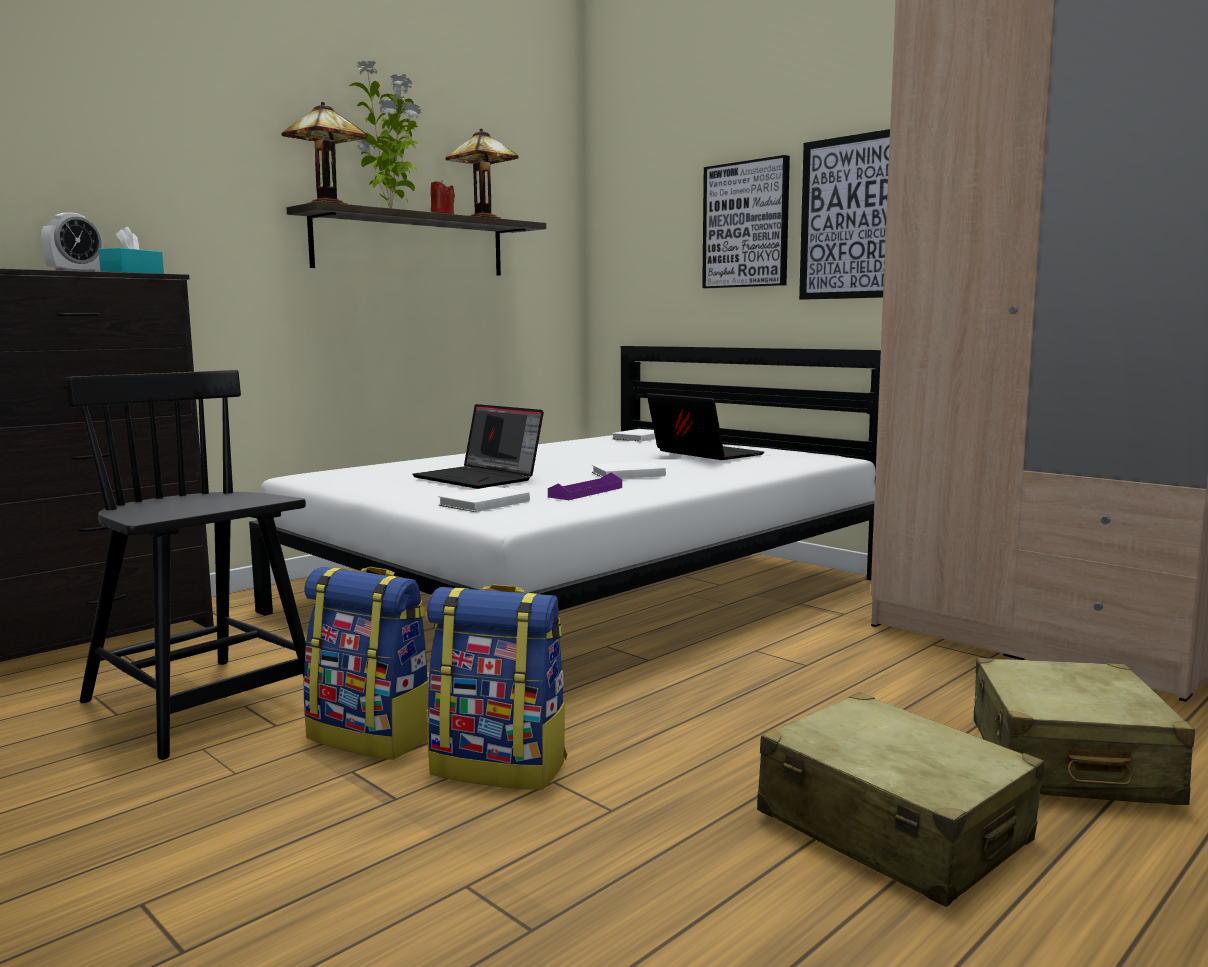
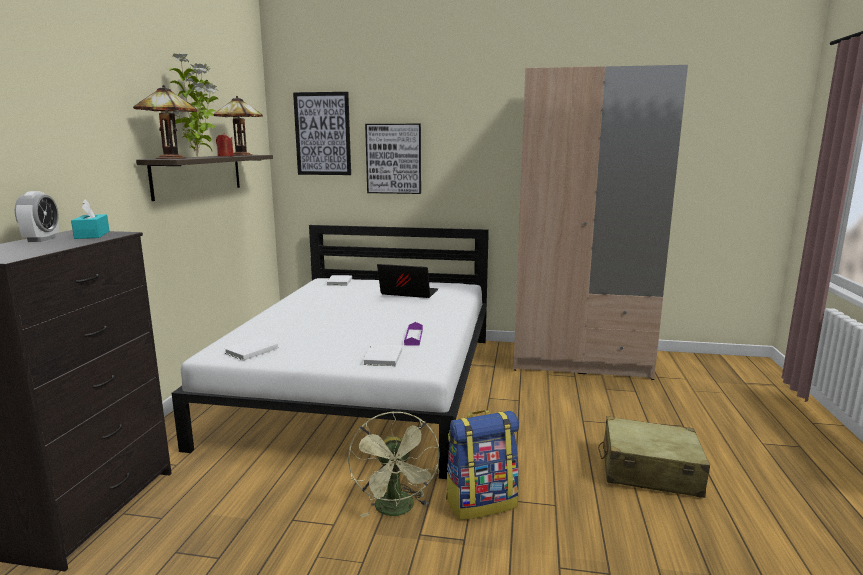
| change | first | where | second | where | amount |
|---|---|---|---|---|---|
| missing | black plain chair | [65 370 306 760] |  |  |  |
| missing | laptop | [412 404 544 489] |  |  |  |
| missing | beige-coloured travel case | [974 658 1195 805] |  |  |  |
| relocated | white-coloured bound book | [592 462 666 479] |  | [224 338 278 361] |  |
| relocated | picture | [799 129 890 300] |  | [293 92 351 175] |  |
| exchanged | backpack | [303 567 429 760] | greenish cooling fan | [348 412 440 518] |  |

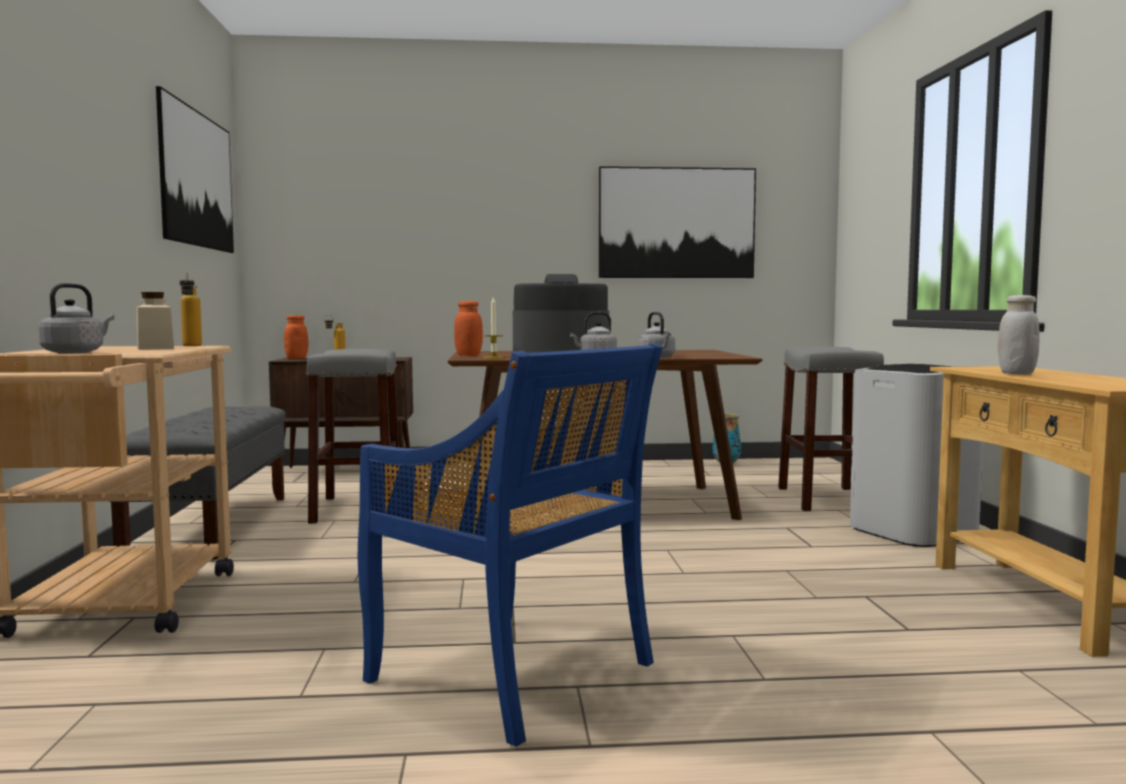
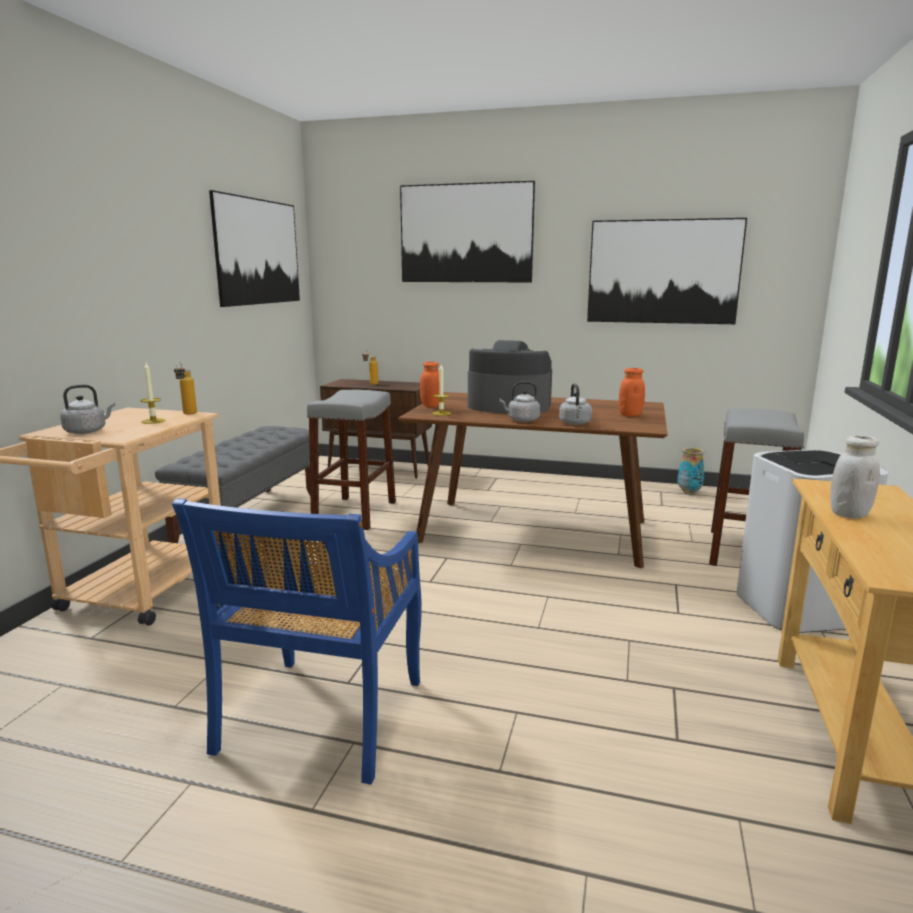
| change | first | where | second | where | amount |
|---|---|---|---|---|---|
| appeared |  |  | picture | [400 181 535 282] |  |
| relocated | orange-coloured preserve jar | [284 315 308 359] |  | [619 368 645 417] |  |
| exchanged | beige-coloured preserve jar | [137 292 174 350] | wax light | [140 363 165 424] |  |
| spun | blue plain chair | [358 343 663 747] |  | [172 498 422 785] | 45 degrees clockwise |

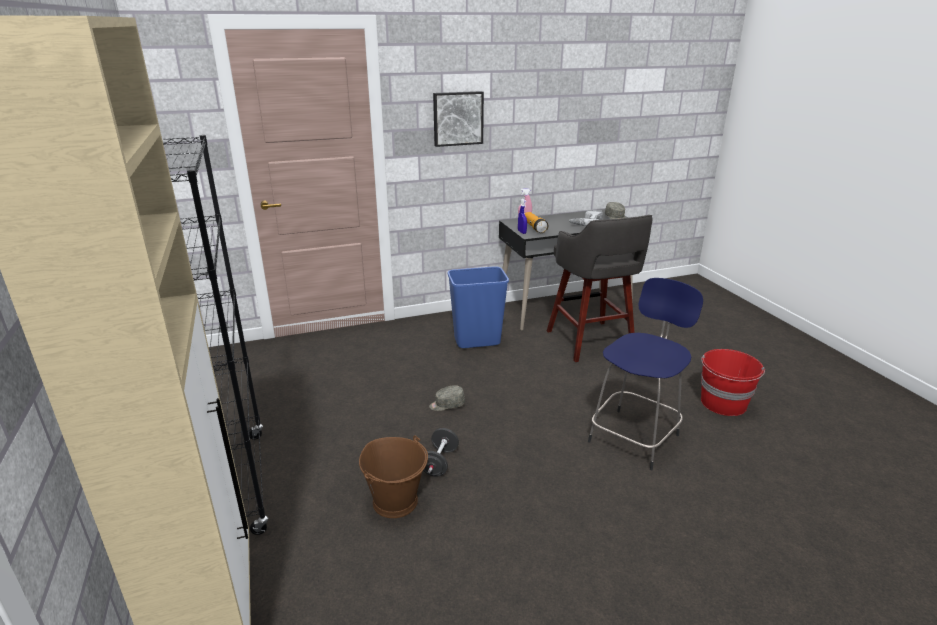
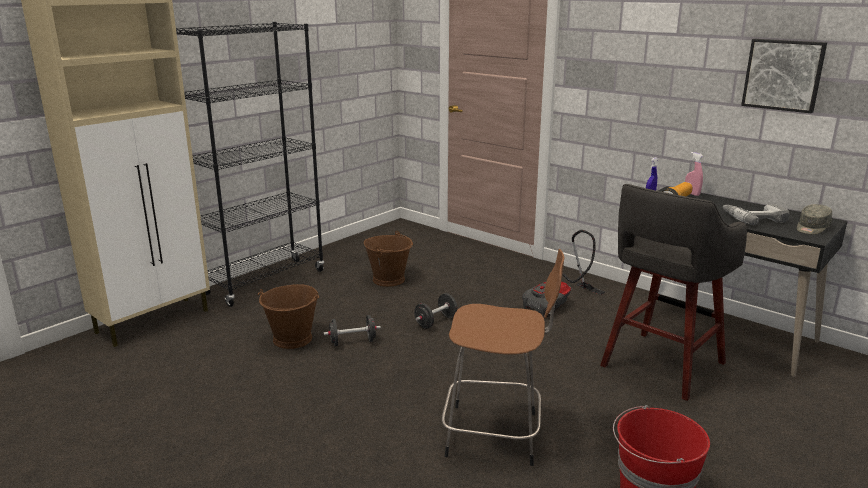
| change | first | where | second | where | amount |
|---|---|---|---|---|---|
| appeared |  |  | brown-coloured pail | [364 231 413 287] |  |
| relocated | picture | [433 91 484 147] |  | [741 39 827 113] |  |
| exchanged | greyish baseball cap | [429 385 465 411] | black hand weight | [414 293 458 329] |  |
| exchanged | blue trash can | [448 266 509 348] | hoover | [522 230 605 317] |  |
| colour | blue stool seat | [588 278 703 470] | brown-coloured stool seat | [442 249 564 466] |  |

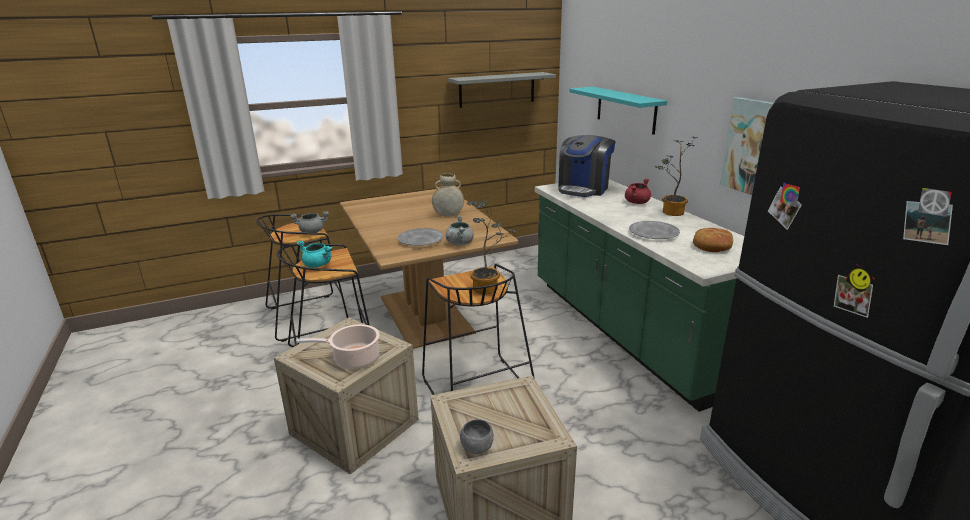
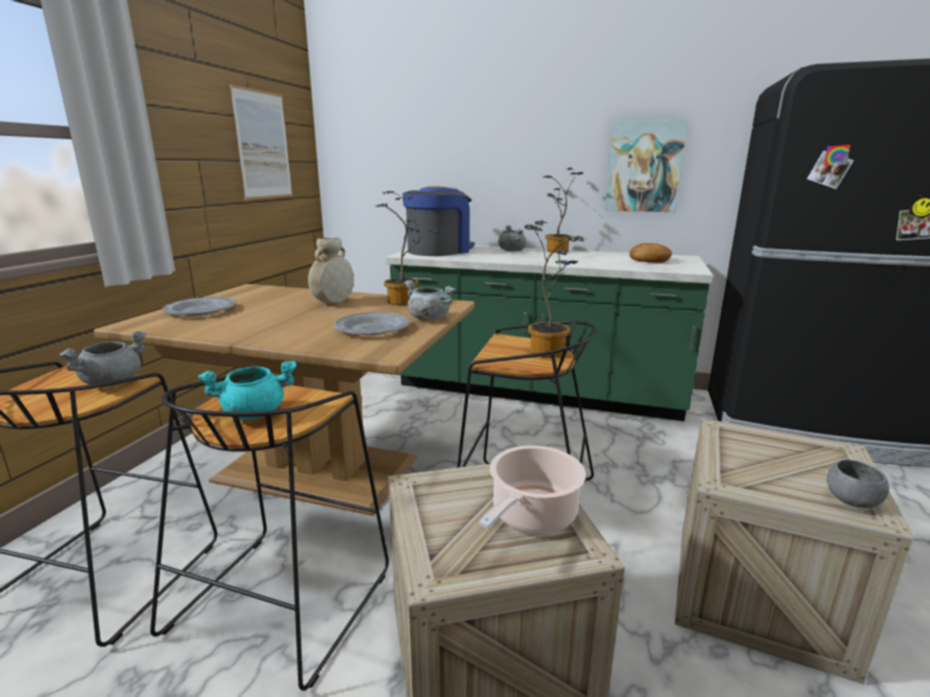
| change | first | where | second | where | amount |
|---|---|---|---|---|---|
| missing | blue-green shelf | [569 87 667 135] |  |  |  |
| appeared |  |  | houseplant | [375 191 440 305] |  |
| relocated | greyish dinner plate | [629 221 680 239] |  | [162 297 236 316] |  |
| exchanged | greyish shelf | [448 72 556 108] | picture | [230 84 293 200] |  |
| colour | reddish saucepot | [625 178 651 204] | greyish saucepot | [498 225 527 251] |  |
| spun | coffee brewer | [558 135 615 197] |  | [402 186 475 256] | 120 degrees counterclockwise |

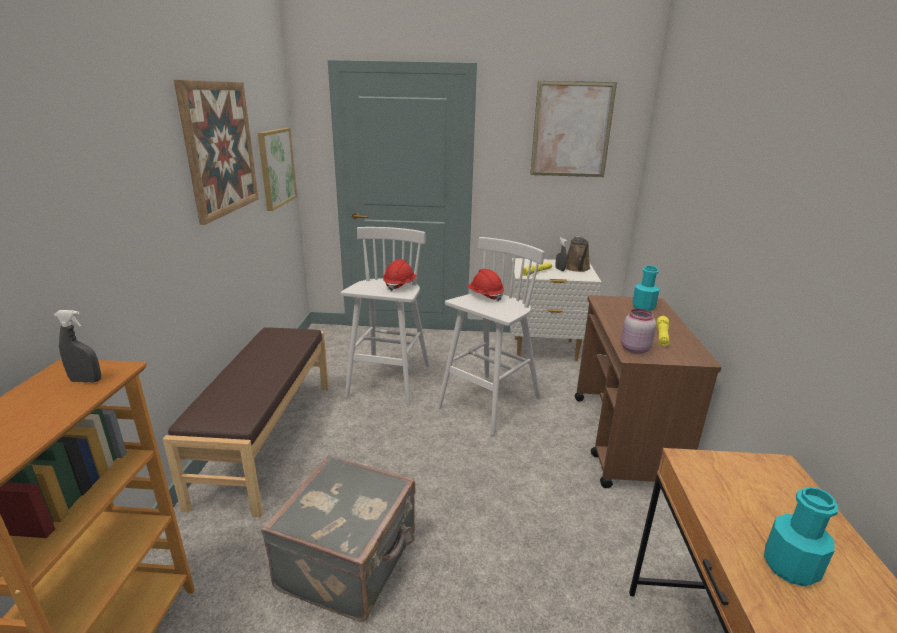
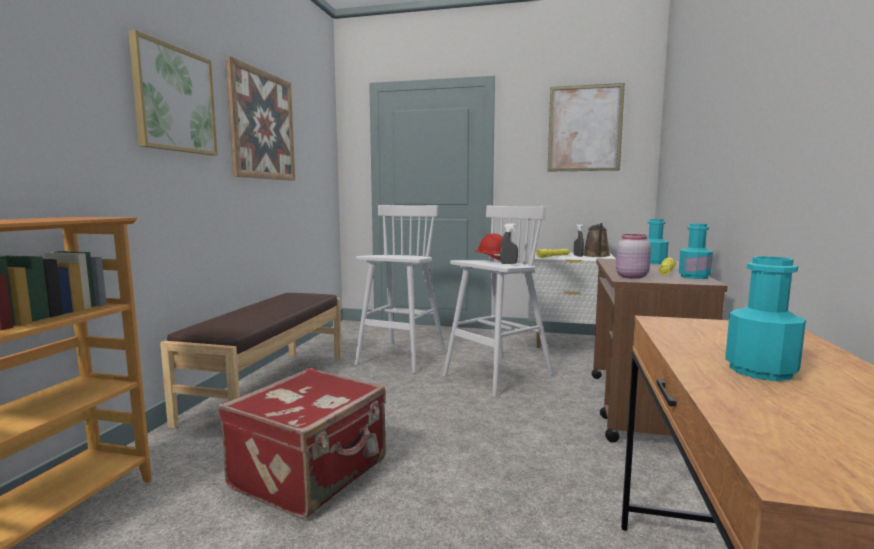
| change | first | where | second | where | amount |
|---|---|---|---|---|---|
| missing | reddish work helmet | [383 259 417 291] |  |  |  |
| appeared |  |  | blue-green bottle | [679 224 713 279] |  |
| relocated | greyish spray bottle | [54 310 101 383] |  | [500 224 518 264] |  |
| relocated | picture | [258 128 297 211] |  | [128 30 218 155] |  |
| colour | greyish travel case | [261 455 415 622] | reddish travel case | [218 368 386 519] |  |

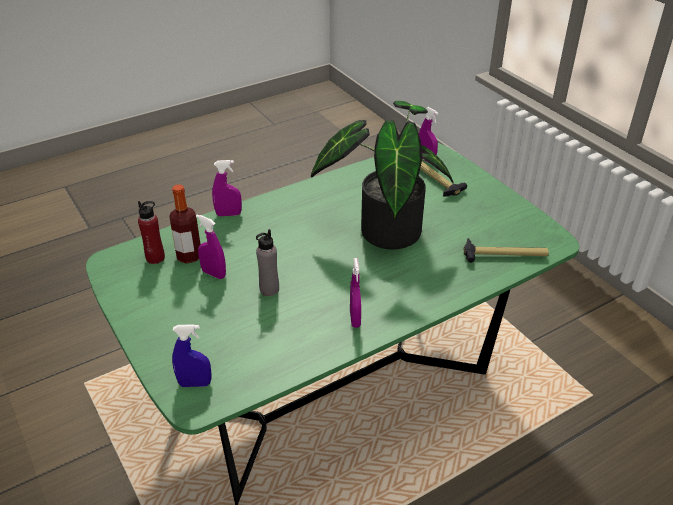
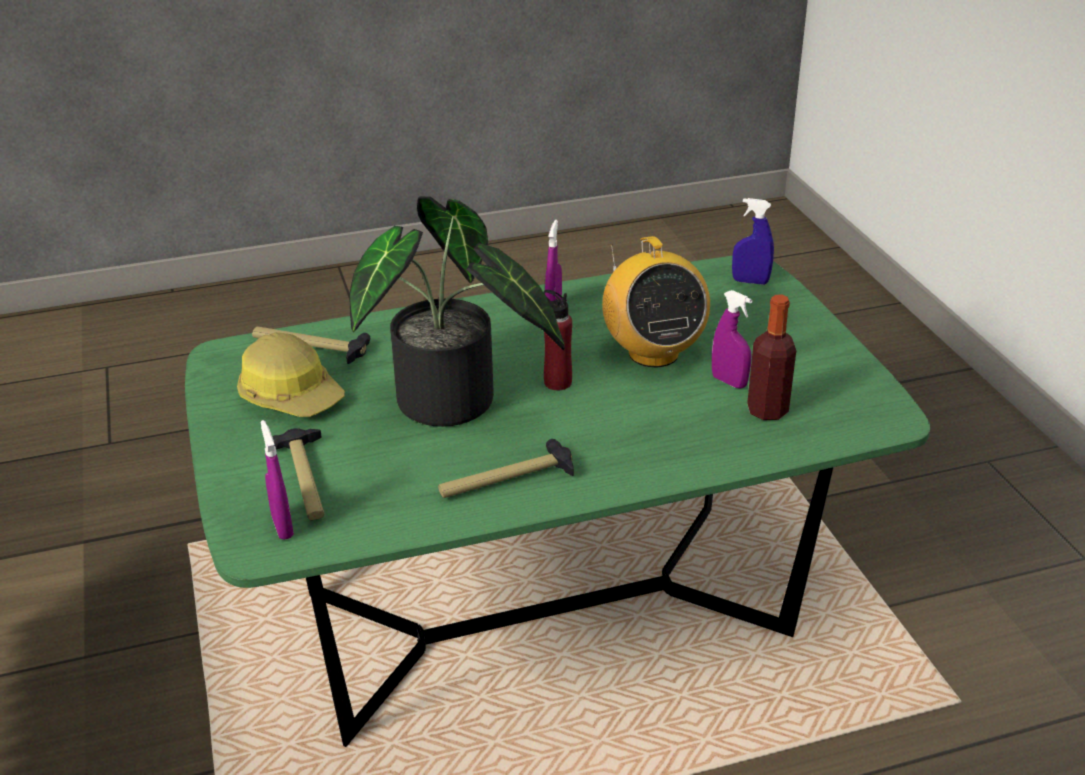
| change | first | where | second | where | amount |
|---|---|---|---|---|---|
| missing | purple-coloured spray bottle | [212 160 242 216] |  |  |  |
| appeared |  |  | work helmet | [237 332 345 417] |  |
| appeared |  |  | tool hammer | [438 439 574 498] |  |
| relocated | reddish bottle | [138 201 165 264] |  | [543 290 572 390] |  |
| exchanged | greyish bottle | [256 229 279 296] | radio | [602 236 710 367] |  |

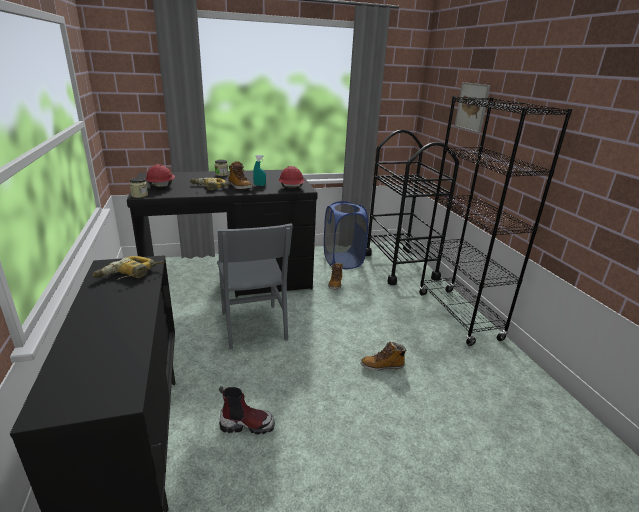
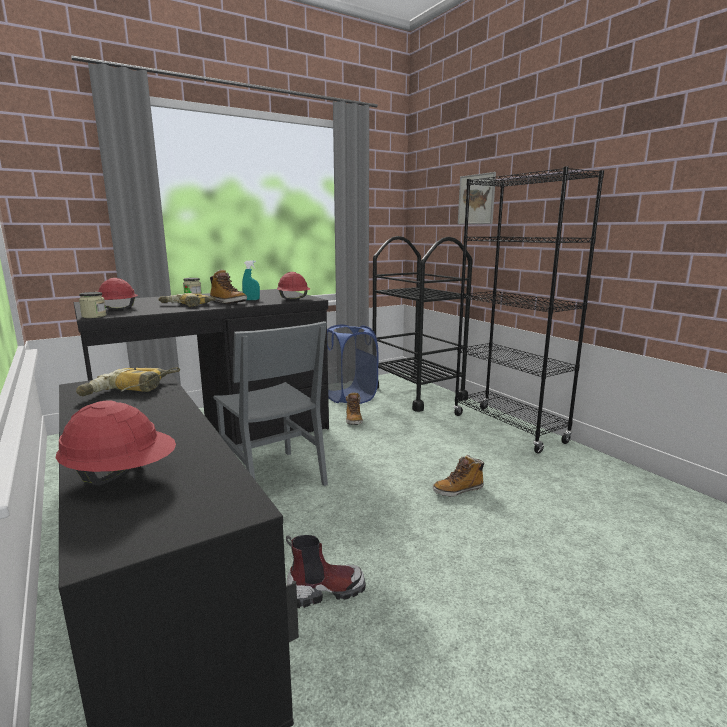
| change | first | where | second | where | amount |
|---|---|---|---|---|---|
| appeared |  |  | reddish work helmet | [56 400 176 485] |  |

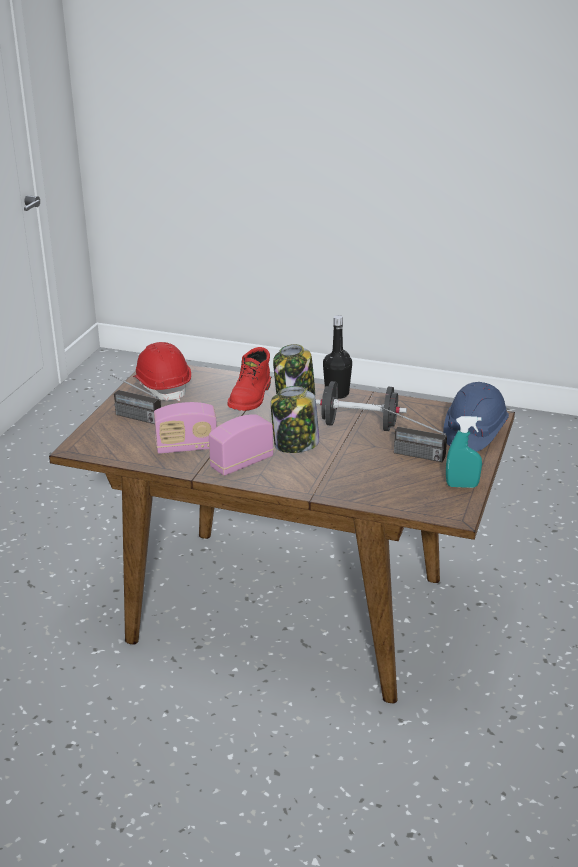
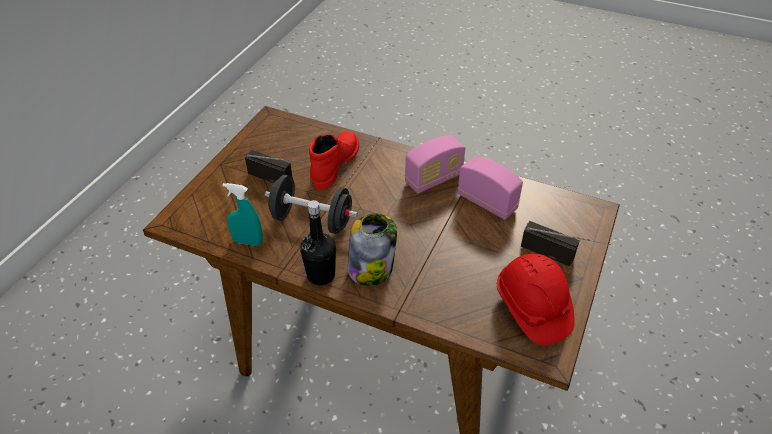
| change | first | where | second | where | amount |
|---|---|---|---|---|---|
| missing | preserve jar | [271 386 319 453] |  |  |  |
| missing | blue work helmet | [443 382 509 452] |  |  |  |
| relocated | reddish high-top boot | [227 347 271 411] |  | [309 131 359 190] |  |
| relocated | blue-green spray bottle | [446 416 482 488] |  | [222 183 263 246] |  |
| spun | radio | [154 402 217 454] |  | [458 156 523 220] | 45 degrees clockwise |

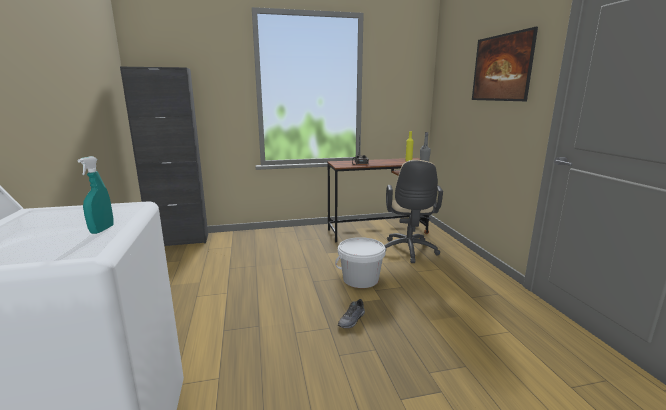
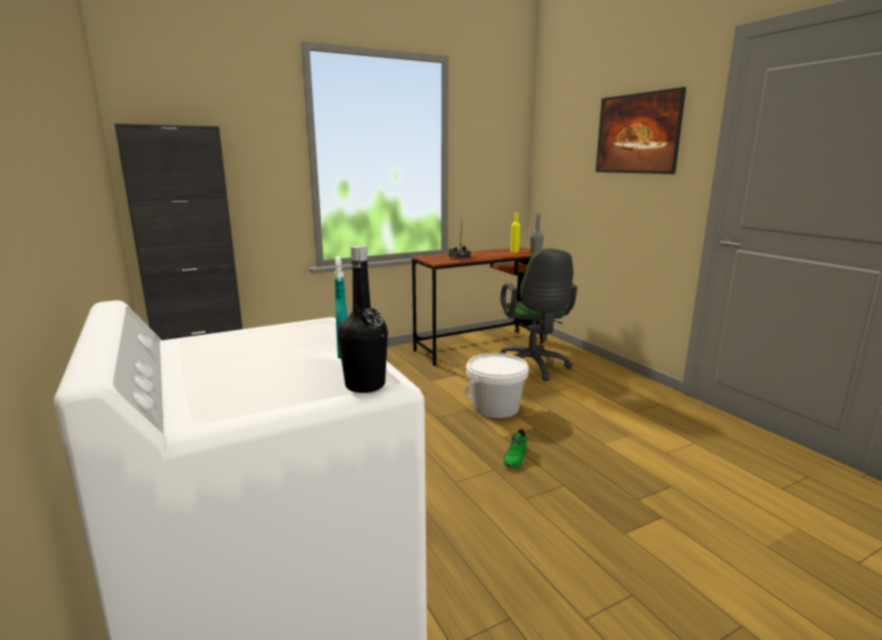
| change | first | where | second | where | amount |
|---|---|---|---|---|---|
| appeared |  |  | black bottle | [338 245 388 393] |  |
| colour | greyish item of footwear | [338 299 365 328] | greenish item of footwear | [503 429 527 467] |  |
| colour | beige-coloured computer chair | [384 160 443 263] | greenish computer chair | [499 249 577 381] |  |

